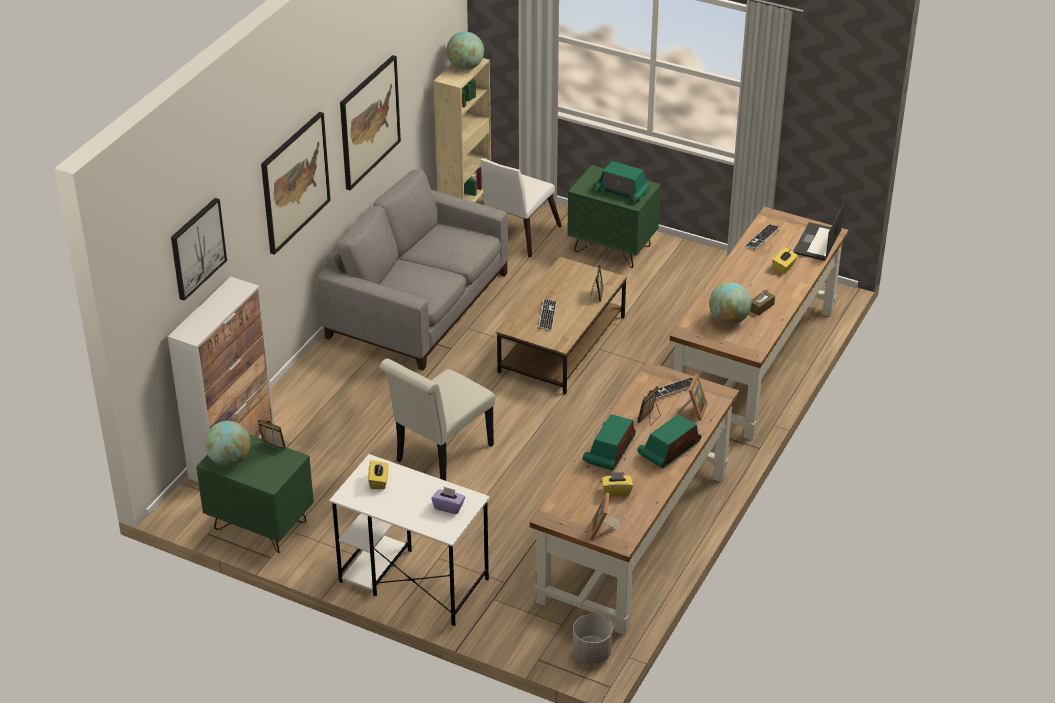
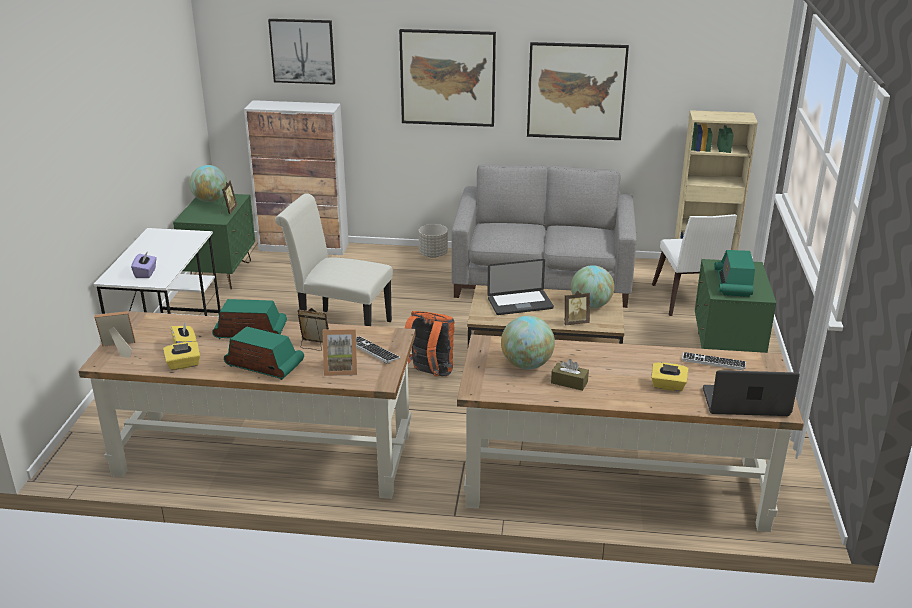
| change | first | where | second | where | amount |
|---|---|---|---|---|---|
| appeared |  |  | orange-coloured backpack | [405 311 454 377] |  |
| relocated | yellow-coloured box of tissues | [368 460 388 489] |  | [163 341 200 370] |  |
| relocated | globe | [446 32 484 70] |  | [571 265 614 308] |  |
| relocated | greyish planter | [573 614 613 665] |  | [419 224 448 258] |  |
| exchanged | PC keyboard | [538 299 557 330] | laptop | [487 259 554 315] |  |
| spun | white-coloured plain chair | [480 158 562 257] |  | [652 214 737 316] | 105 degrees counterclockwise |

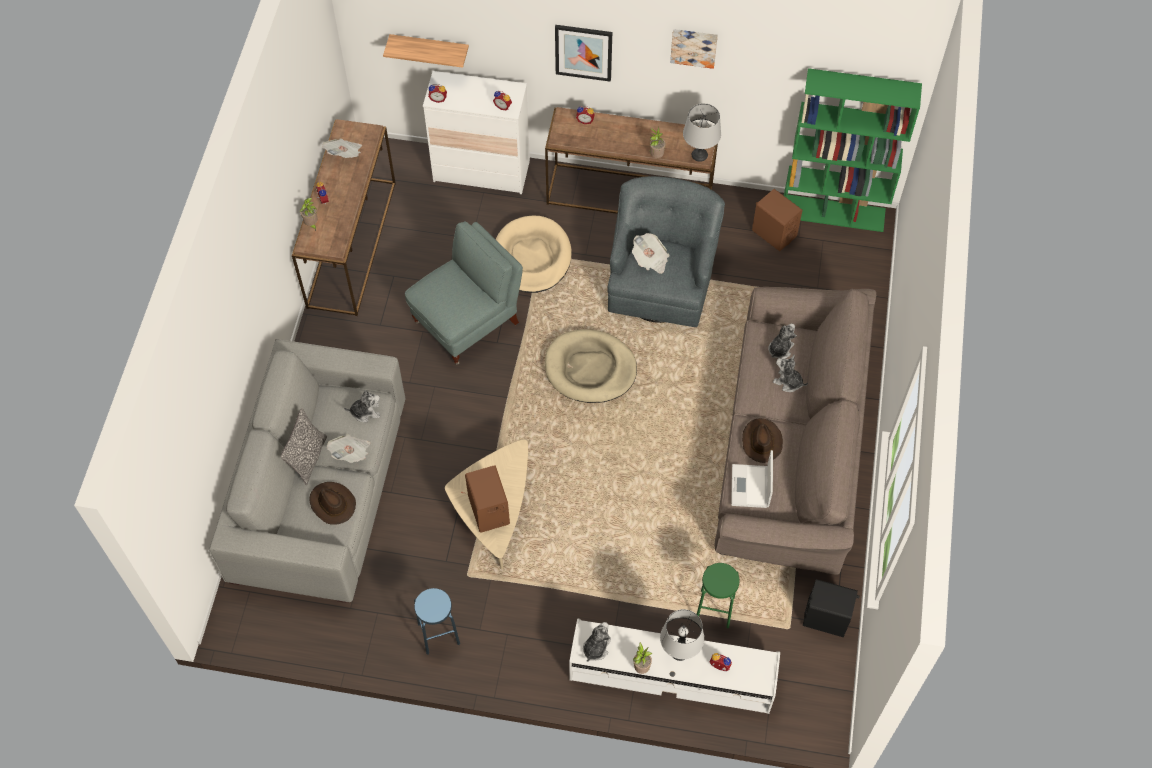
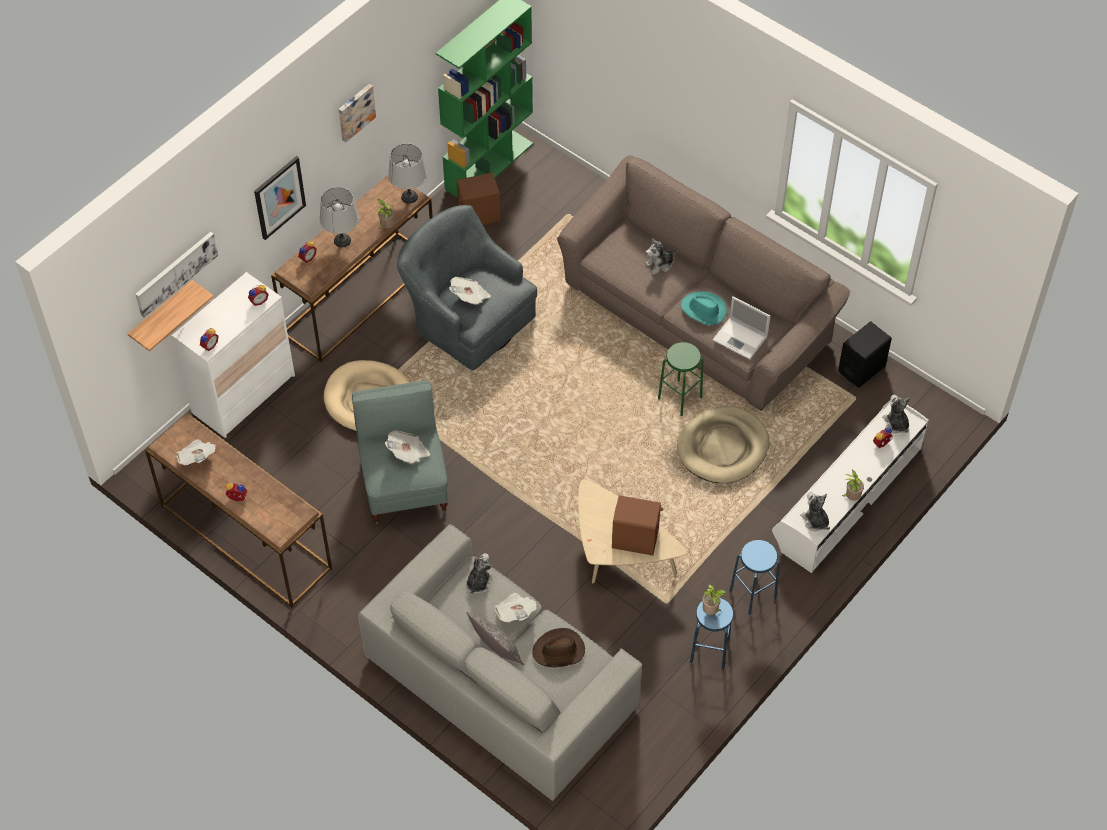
| change | first | where | second | where | amount |
|---|---|---|---|---|---|
| appeared |  |  | picture | [135 232 218 318] |  |
| appeared |  |  | newspaper | [385 430 430 464] |  |
| appeared |  |  | blue stool seat | [730 540 780 615] |  |
| relocated | houseplant | [300 198 318 231] |  | [702 584 726 615] |  |
| relocated | beige-coloured dog cushion | [545 329 637 403] |  | [677 406 769 483] |  |
| relocated | greyish lamp for a table | [660 609 704 661] |  | [320 187 359 247] |  |
| relocated | greenish stool seat | [697 563 740 629] |  | [658 342 703 416] |  |
| relocated | cuddly toy | [768 324 797 359] |  | [882 395 910 433] |  |
| colour | brown-coloured wearable hat | [742 418 783 463] | blue-green wearable hat | [681 291 727 325] |  |

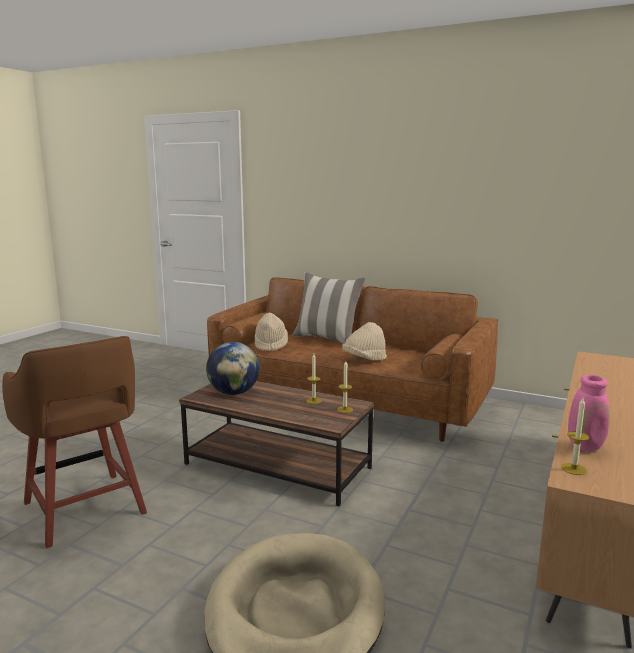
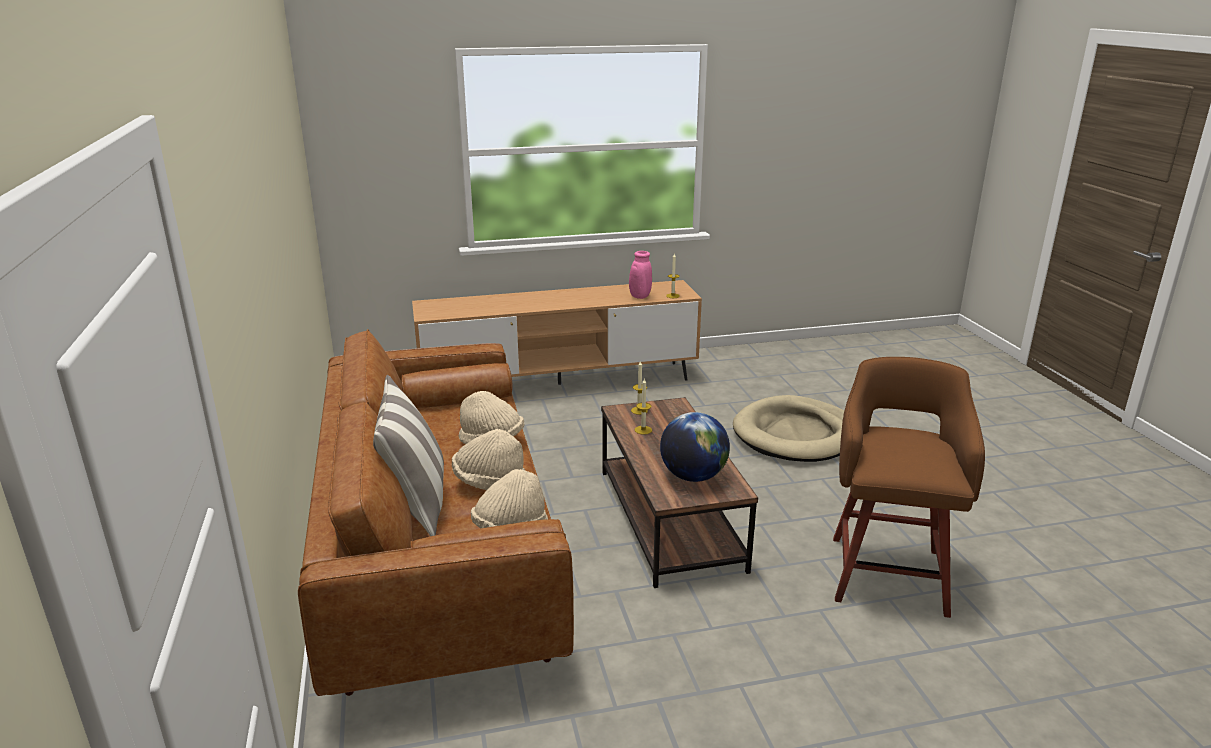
| change | first | where | second | where | amount |
|---|---|---|---|---|---|
| appeared |  |  | beige-coloured wearable hat | [452 429 525 490] |  |

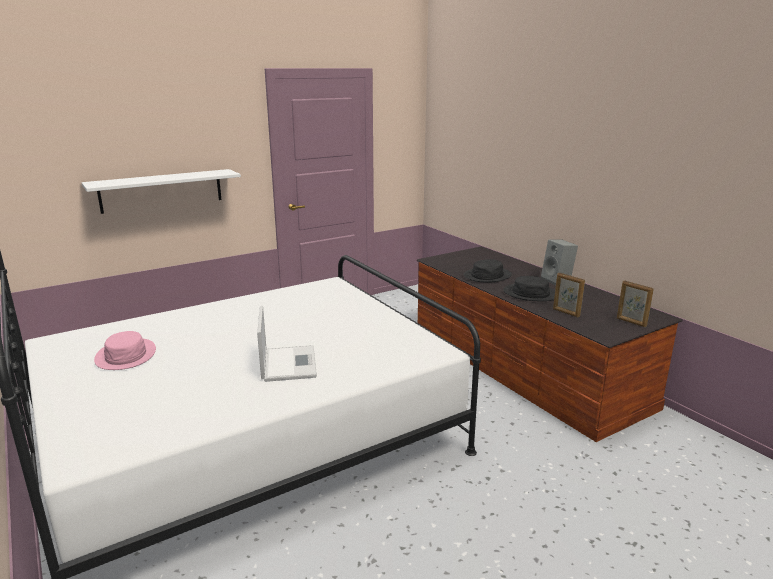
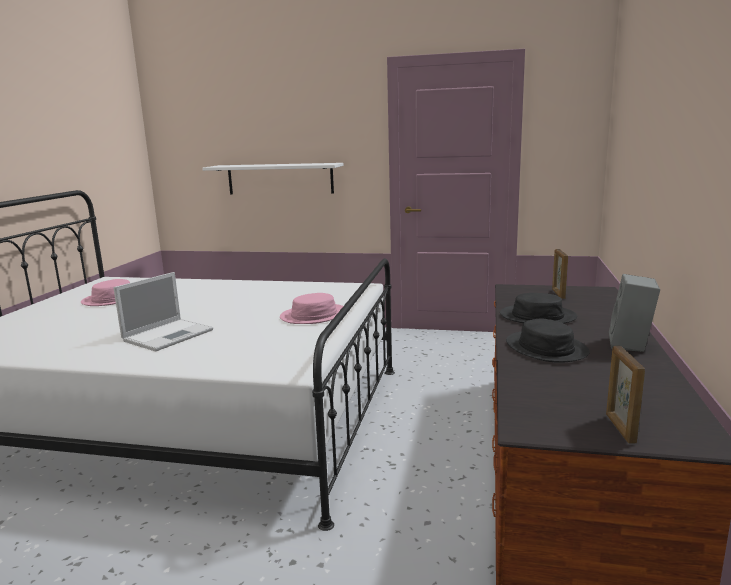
| change | first | where | second | where | amount |
|---|---|---|---|---|---|
| appeared |  |  | pink wearable hat | [280 293 343 324] |  |
| relocated | picture frame | [553 273 585 317] |  | [552 249 568 299] |  |

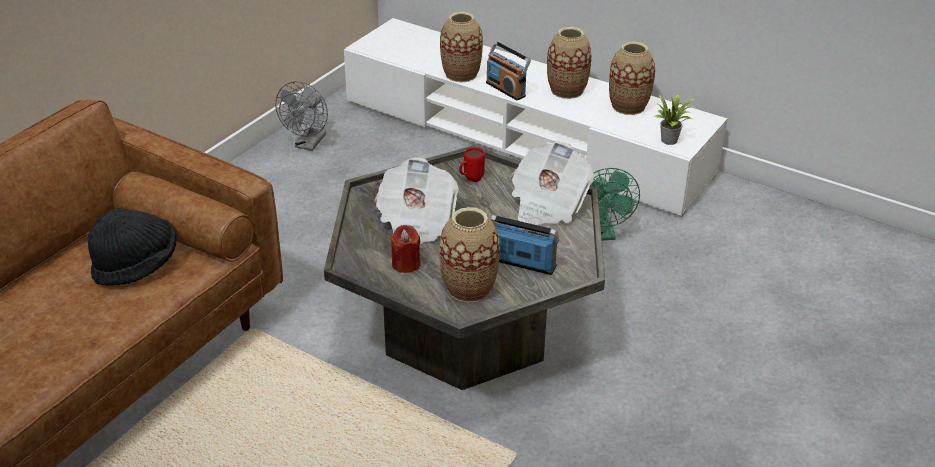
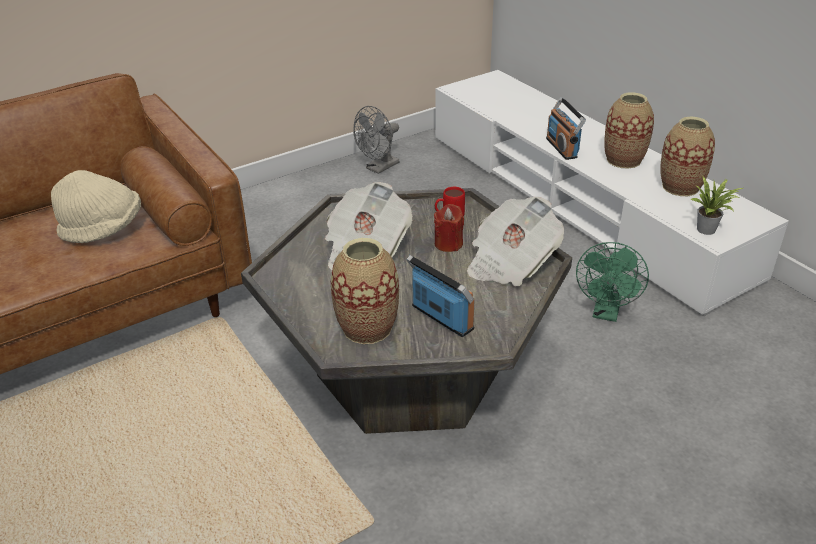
| change | first | where | second | where | amount |
|---|---|---|---|---|---|
| missing | flower vase | [440 12 483 82] |  |  |  |
| relocated | reddish wax light | [390 225 421 273] |  | [434 204 464 252] |  |
| colour | black wearable hat | [88 208 177 286] | beige-coloured wearable hat | [51 170 141 243] |  |

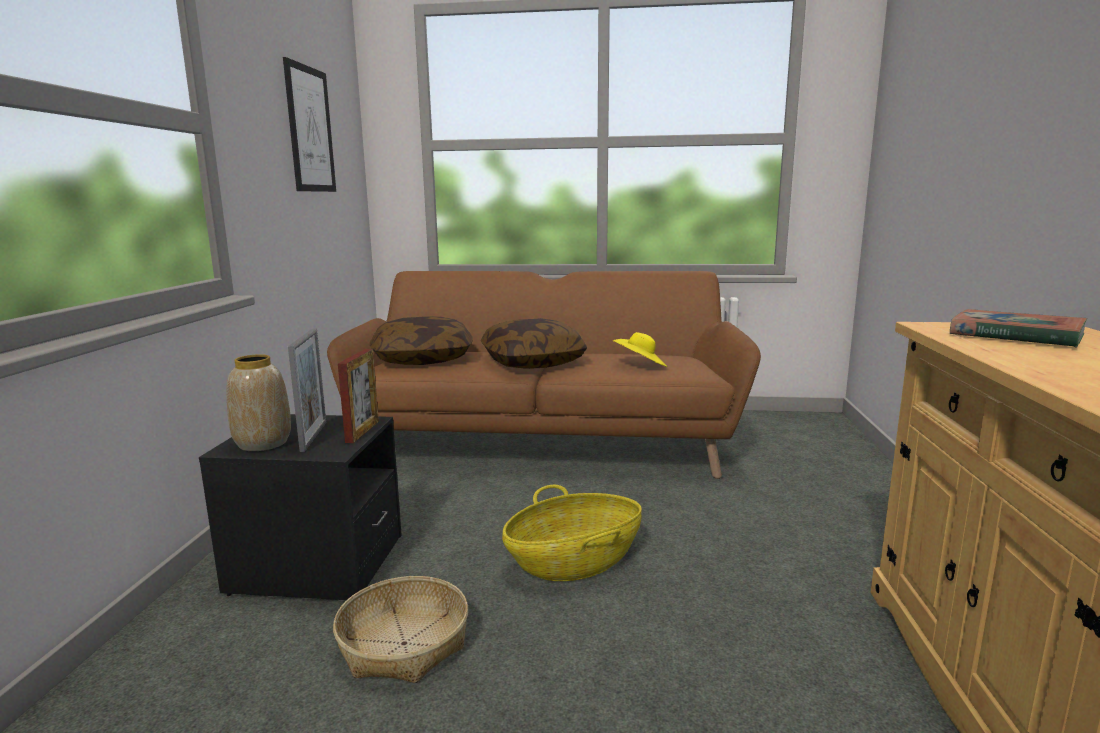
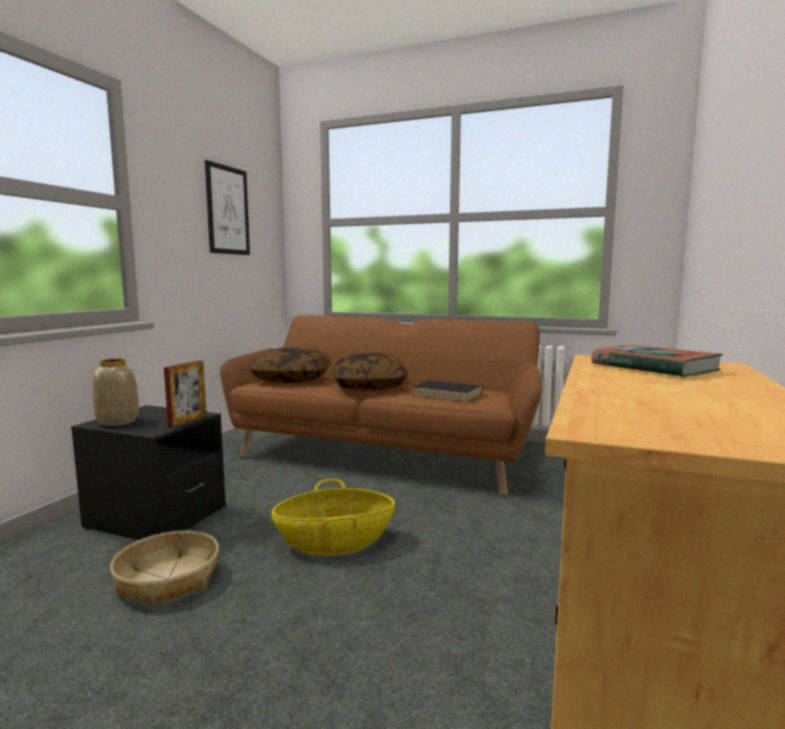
| change | first | where | second | where | amount |
|---|---|---|---|---|---|
| missing | picture frame | [288 328 326 452] |  |  |  |
| exchanged | yellow-coloured wearable hat | [613 332 667 367] | black bound book | [412 380 483 402] |  |

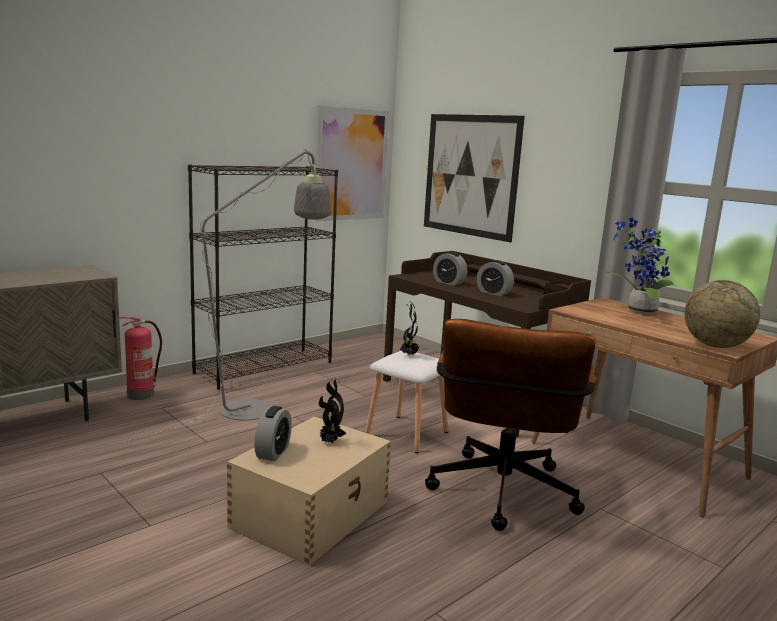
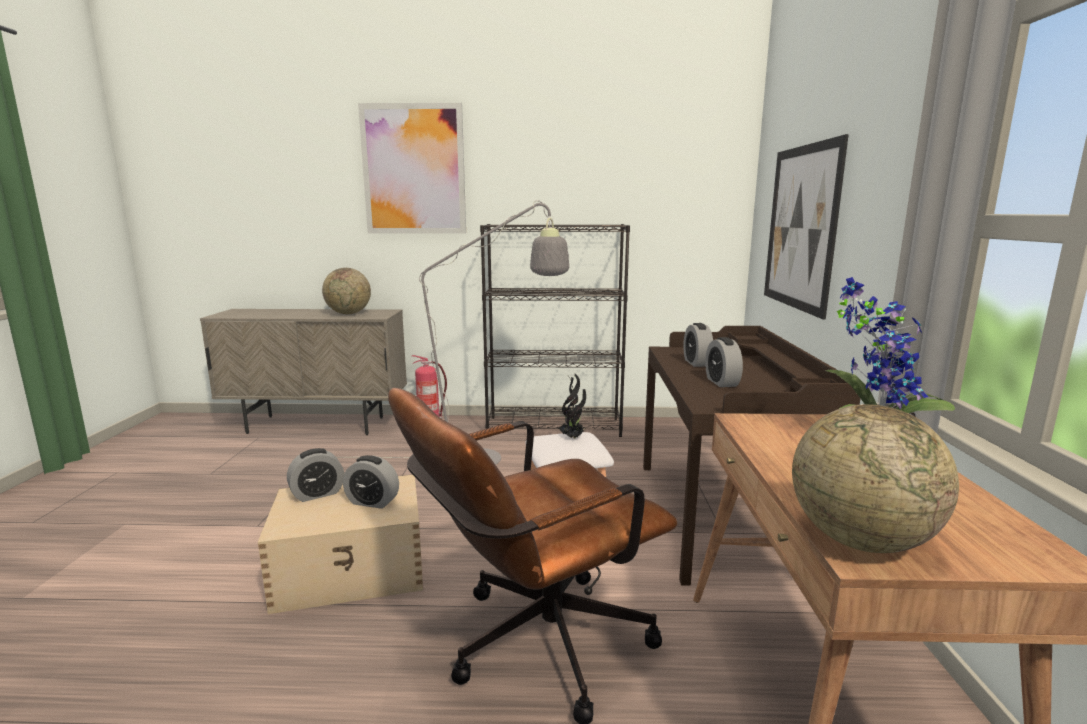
| change | first | where | second | where | amount |
|---|---|---|---|---|---|
| appeared |  |  | globe | [322 268 371 314] |  |
| relocated | picture | [314 105 389 221] |  | [358 103 466 234] |  |
| exchanged | houseplant | [319 379 347 443] | table clock | [343 455 399 509] |  |

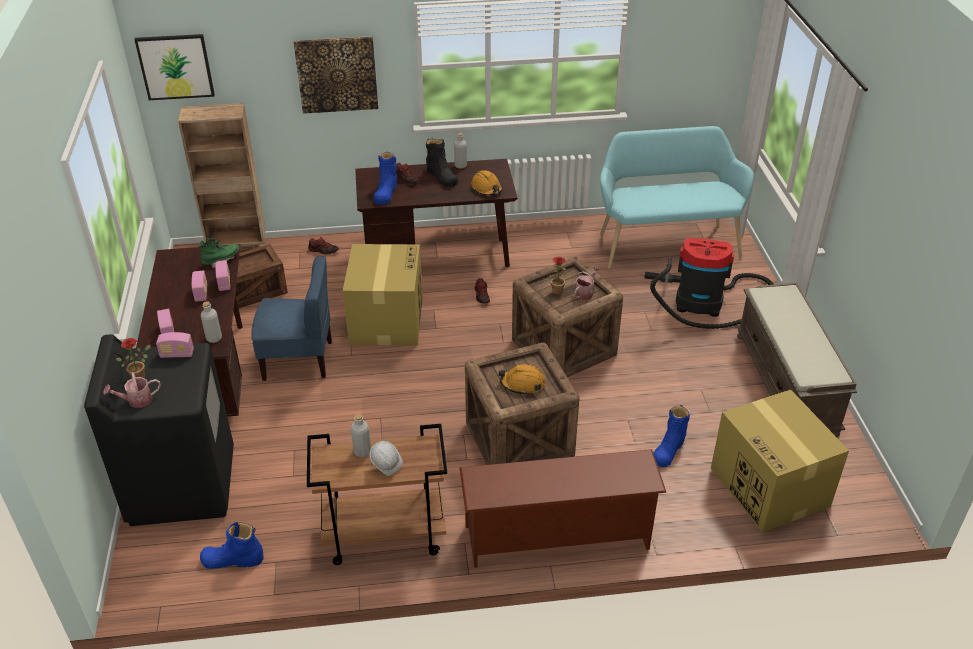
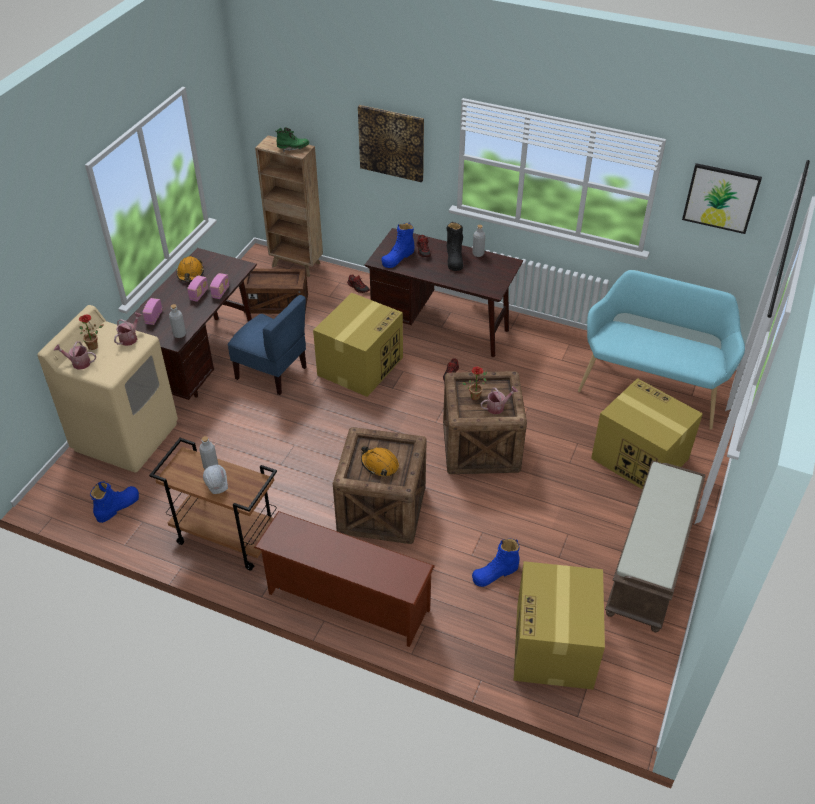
| change | first | where | second | where | amount |
|---|---|---|---|---|---|
| relocated | picture | [134 34 215 100] |  | [682 163 762 234] |  |
| relocated | greenish high-top boot | [199 238 239 268] |  | [276 127 309 152] |  |
| relocated | orange-coloured work helmet | [471 170 503 195] |  | [176 256 204 282] |  |
| exchanged | radio | [156 332 194 358] | watering pot | [114 313 142 346] |  |
| exchanged | hoover | [644 238 774 329] | cardboard box | [591 378 703 489] |  |
| colour | black laundry appliance | [84 334 234 526] | beige-coloured laundry appliance | [37 305 178 473] |  |
| spun | blue high-top boot | [200 522 264 569] |  | [90 481 139 523] | 105 degrees clockwise |

